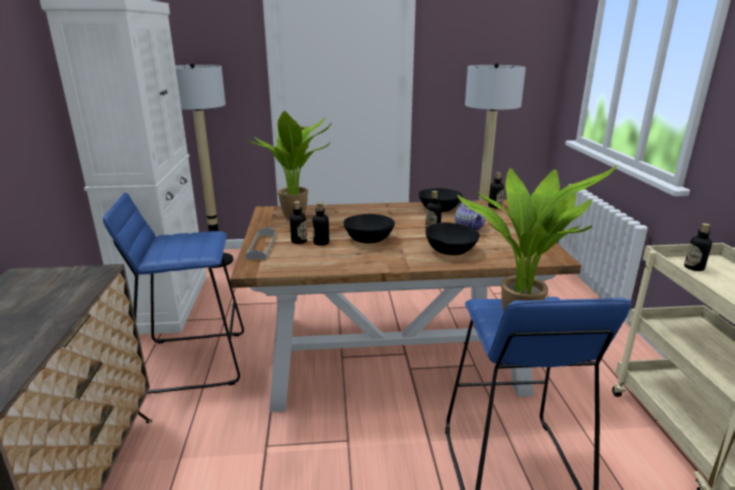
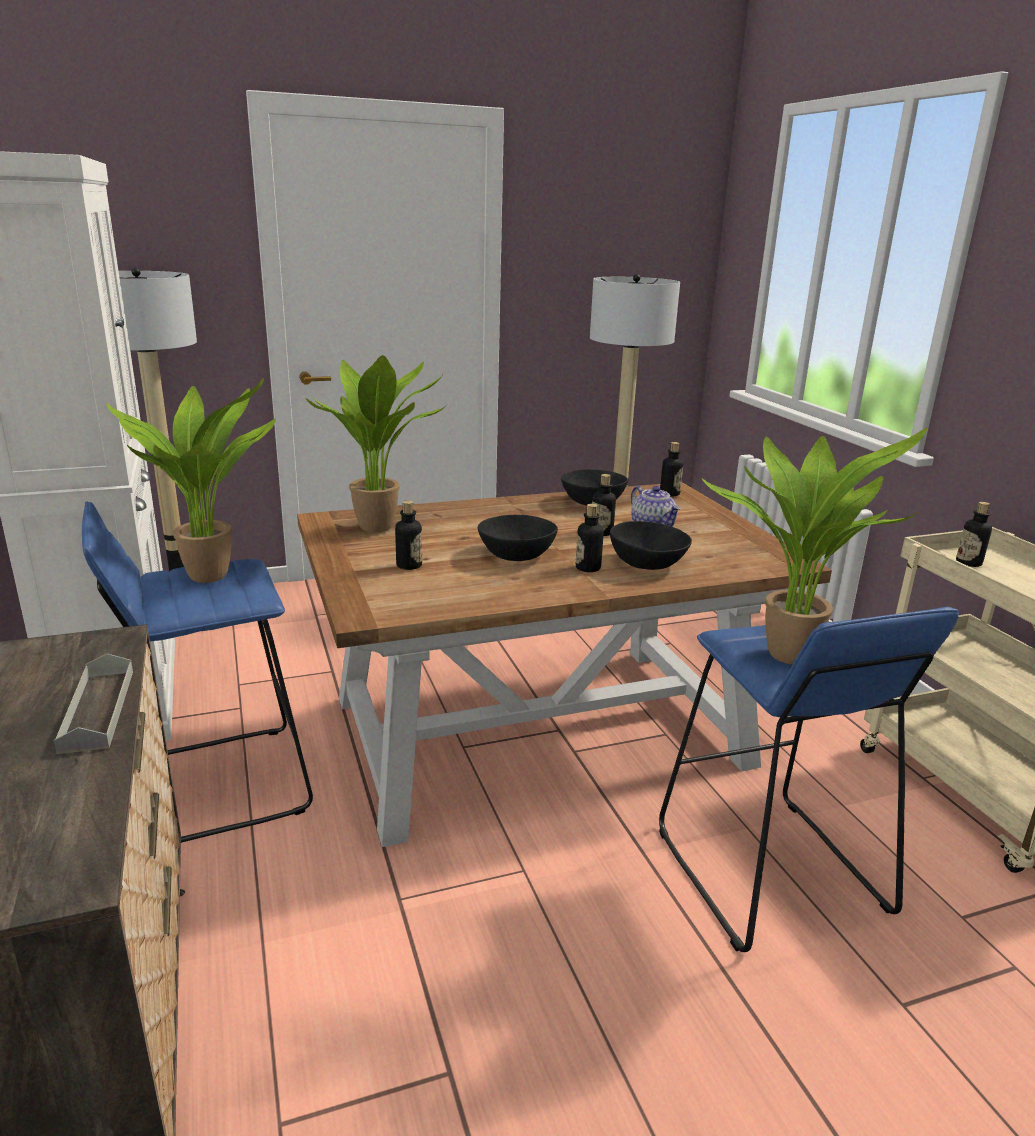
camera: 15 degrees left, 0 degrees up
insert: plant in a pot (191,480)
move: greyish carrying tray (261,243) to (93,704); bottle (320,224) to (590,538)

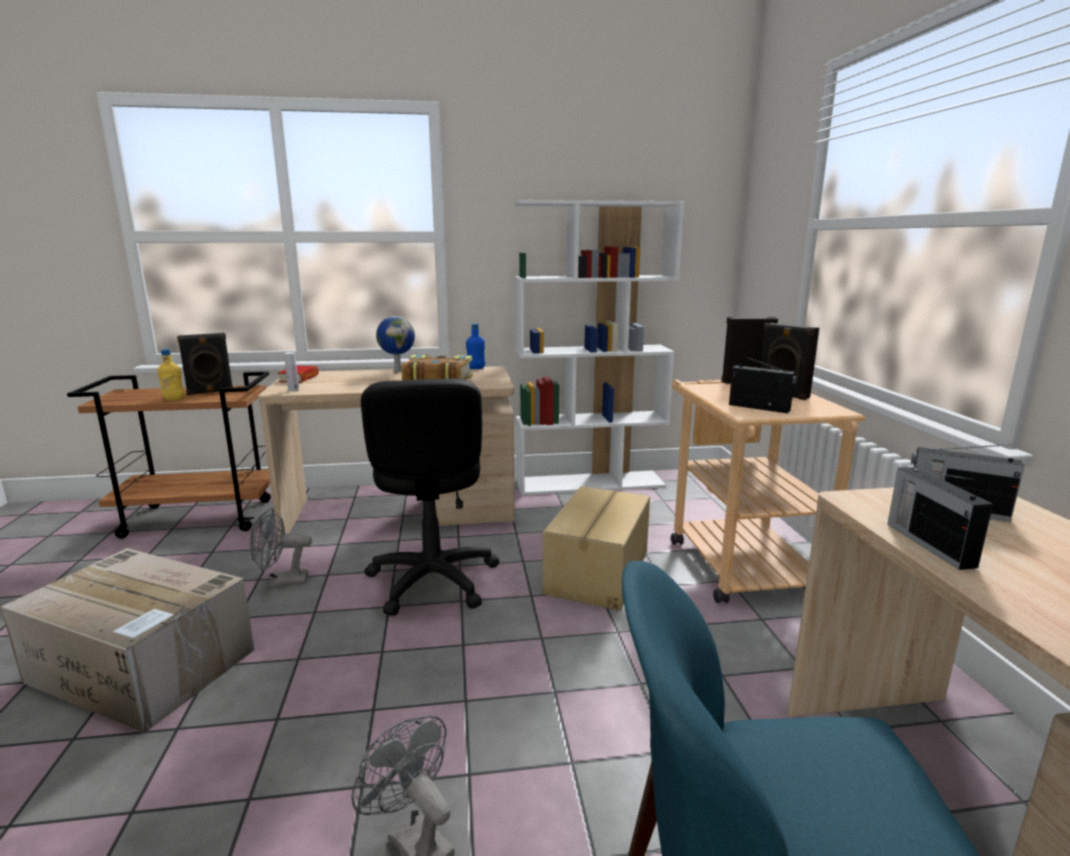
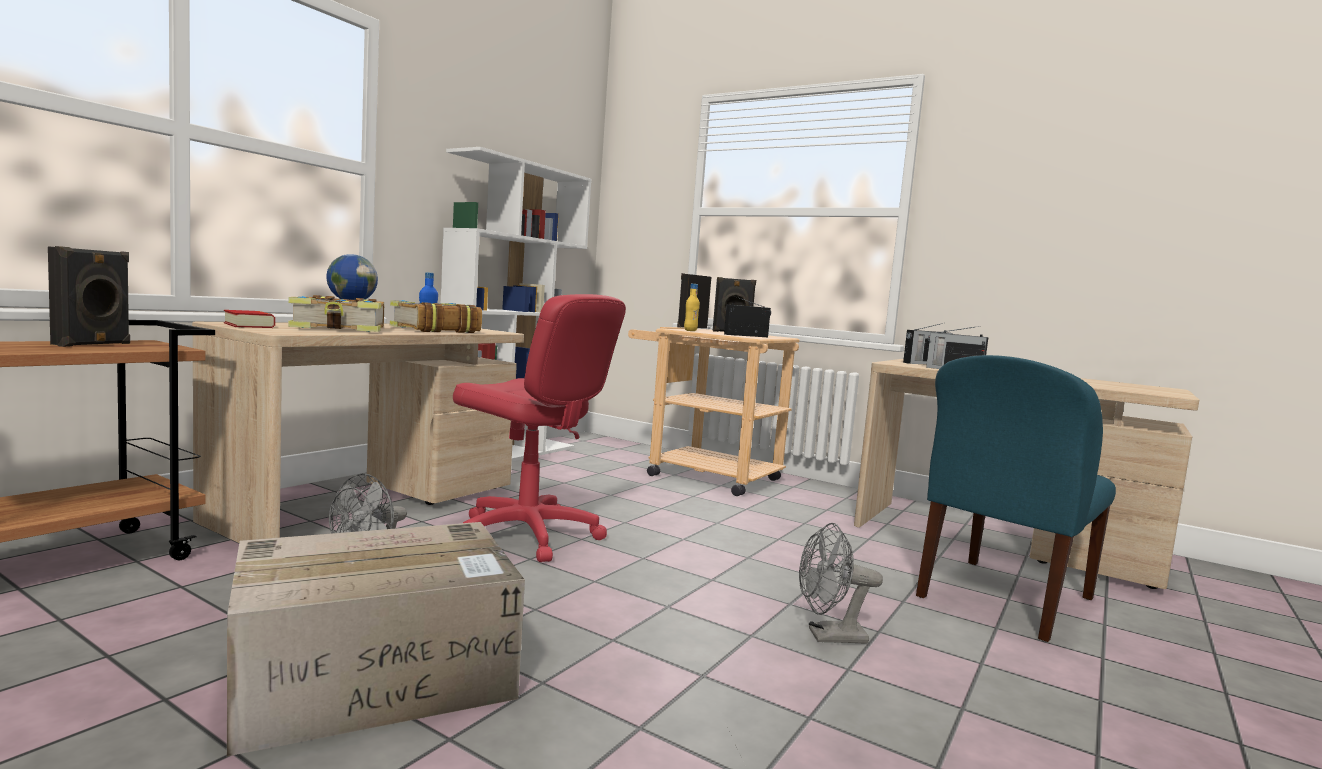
camera: 50 degrees left, 10 degrees down
delete: whitish bottle (291,371); cardboard box (596,548)
insert: volume (336,313)
move: yellowish bottle (171,374) to (692,307)
recolor: blackish office chair (430,497) to reddish office chair (539,428)

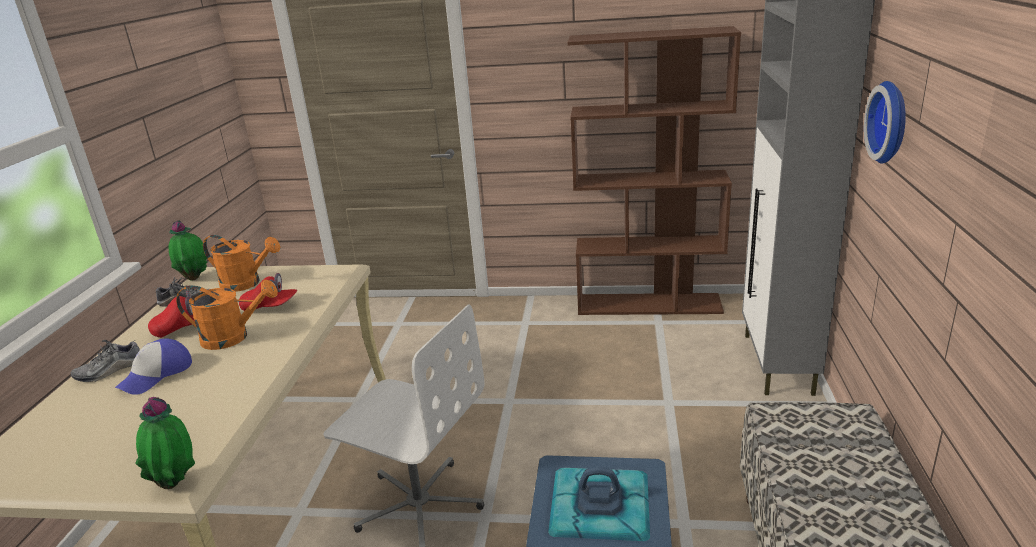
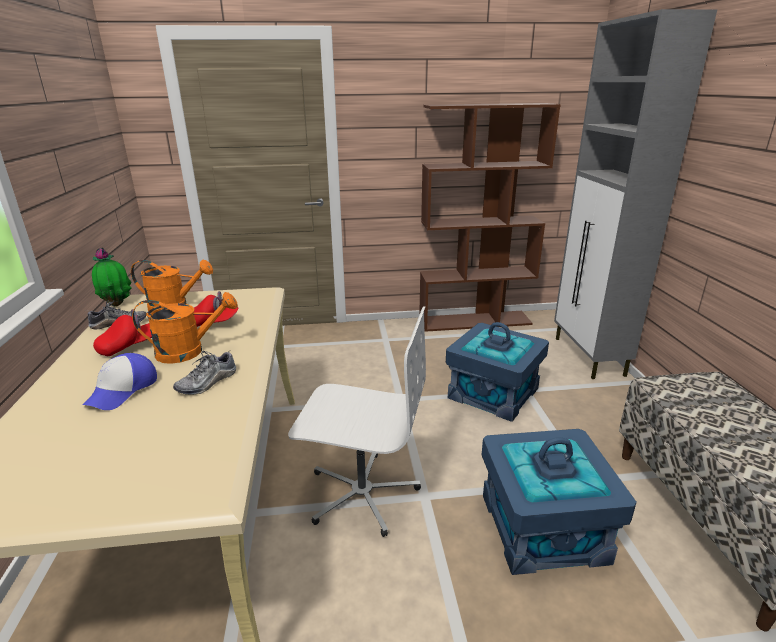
camera: 15 degrees left, 0 degrees up
delete: plant in a pot (165,443); hanging clock (885,122)
insert: blue storage box (497,372)
move: low shoe (105,361) to (204,373)

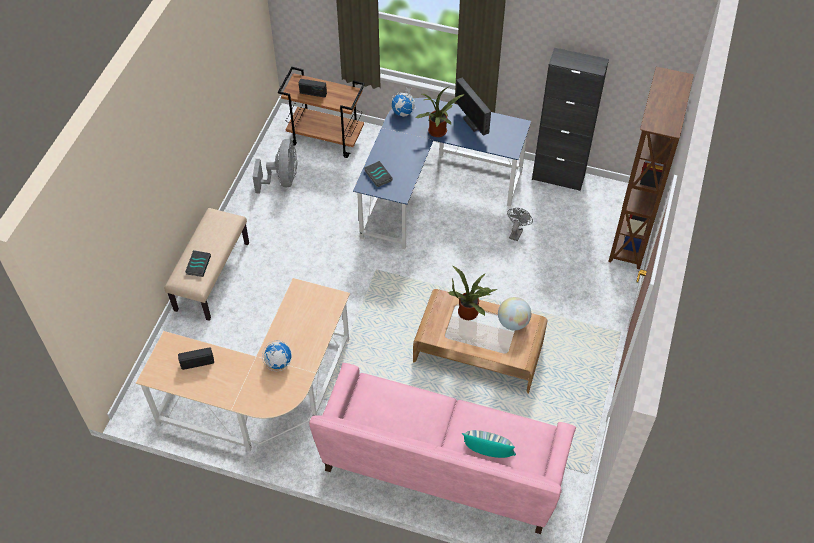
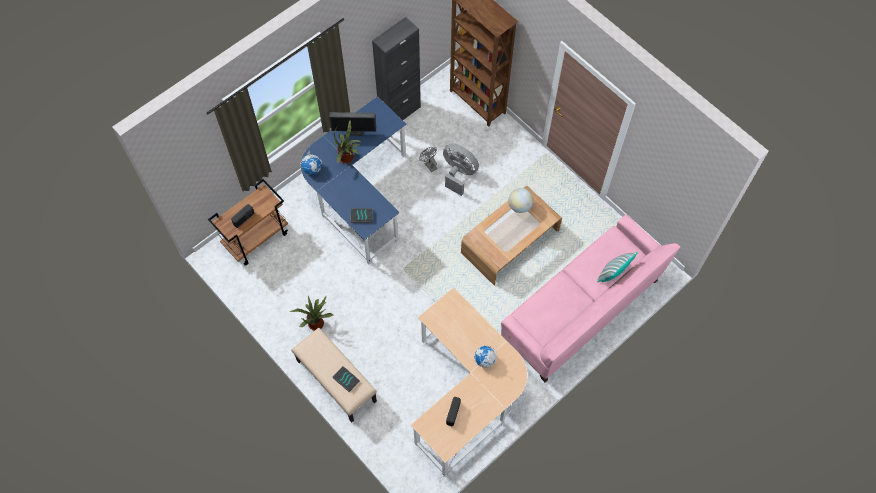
camera: 60 degrees left, 10 degrees up
move: plant in a pot (473,293) to (311,313); greyish fan (275,166) to (461,169)

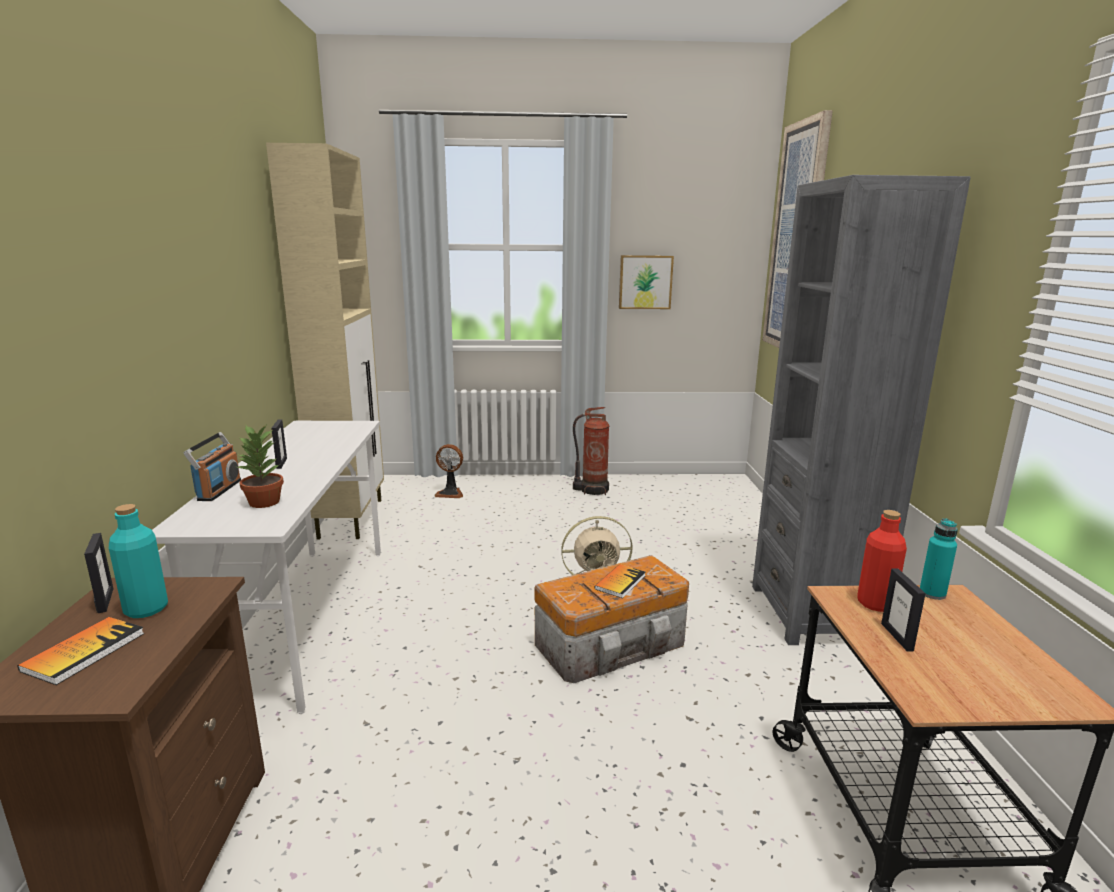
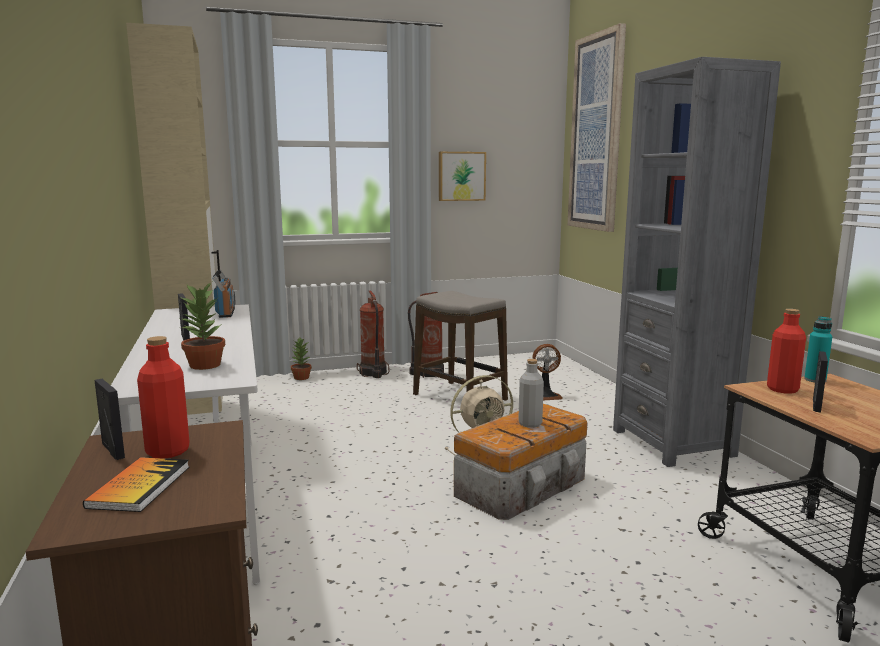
camera: 15 degrees left, 5 degrees down
insert: plant in a pot (301,359); extinguisher (373,334); sitting stool (460,346)
move: radio (212,466) to (223,294); fan (448,471) to (547,372)
replace: volume (620,581) to greyish bottle (531,393)
recolor: blue-green bottle (138,561) to reddish bottle (163,397)
rotate: photo frame (903,610) = (820,381) 135 degrees counterclockwise

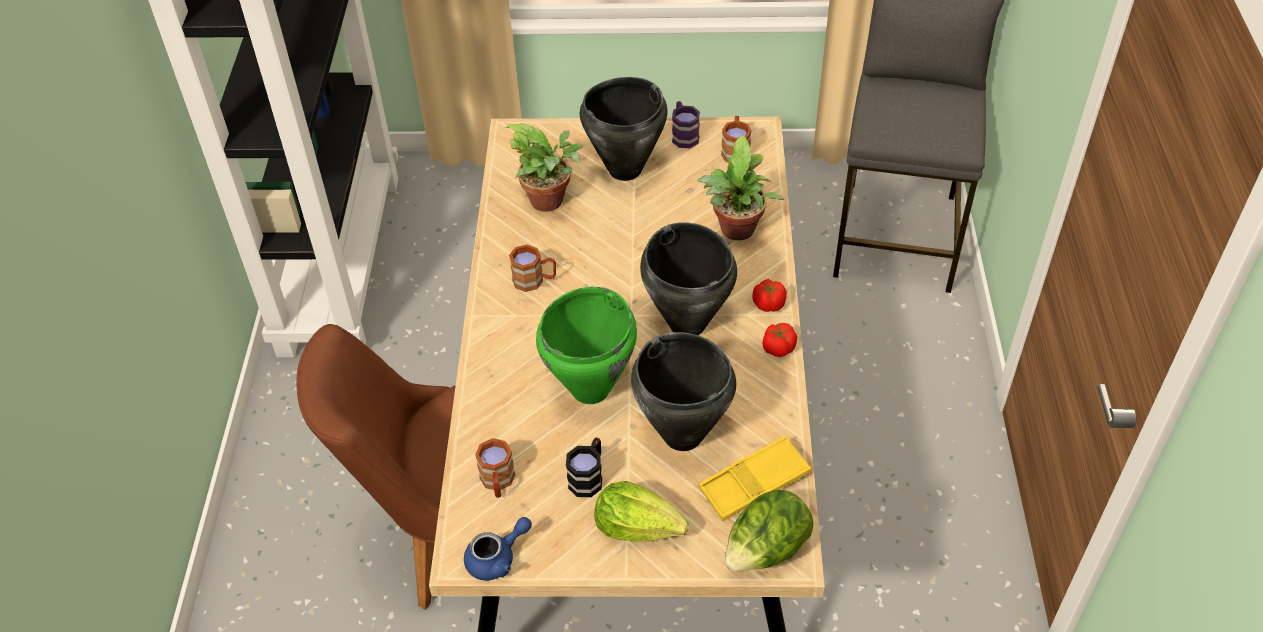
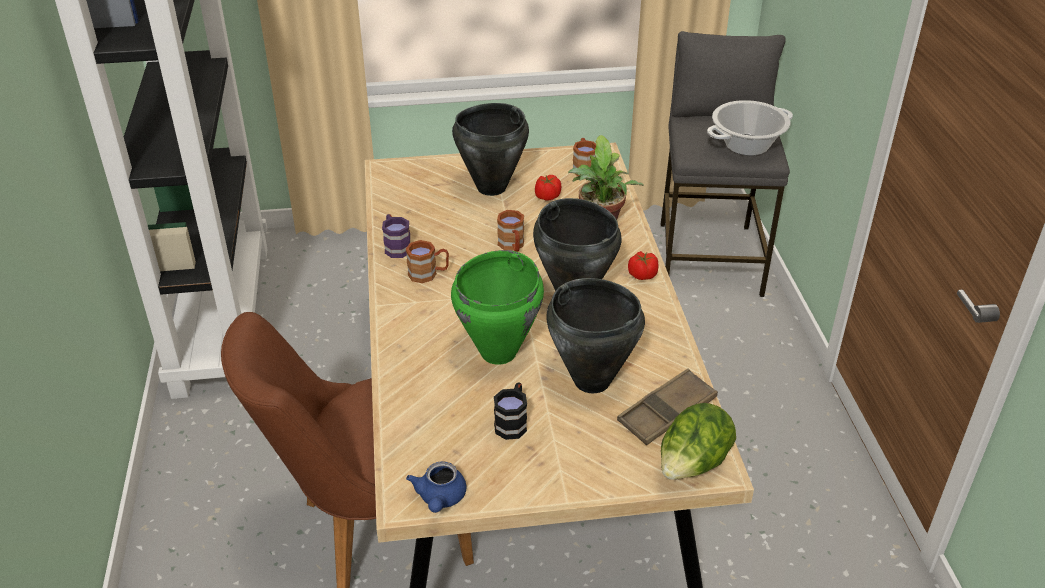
camera: 10 degrees left, 10 degrees down
delete: plant in a pot (543,167); lettuce (642,511)
insert: stockpot (750,127)
move: purplish tea mug (686,124) to (396,236); brown tea mug (495,468) to (510,231); whole tomato (780,340) to (548,188)
recolor: yellowish carrying tray (754,478) to brown carrying tray (667,407)
rotate: blue pot for tea (498,549) = (436,487) 135 degrees clockwise

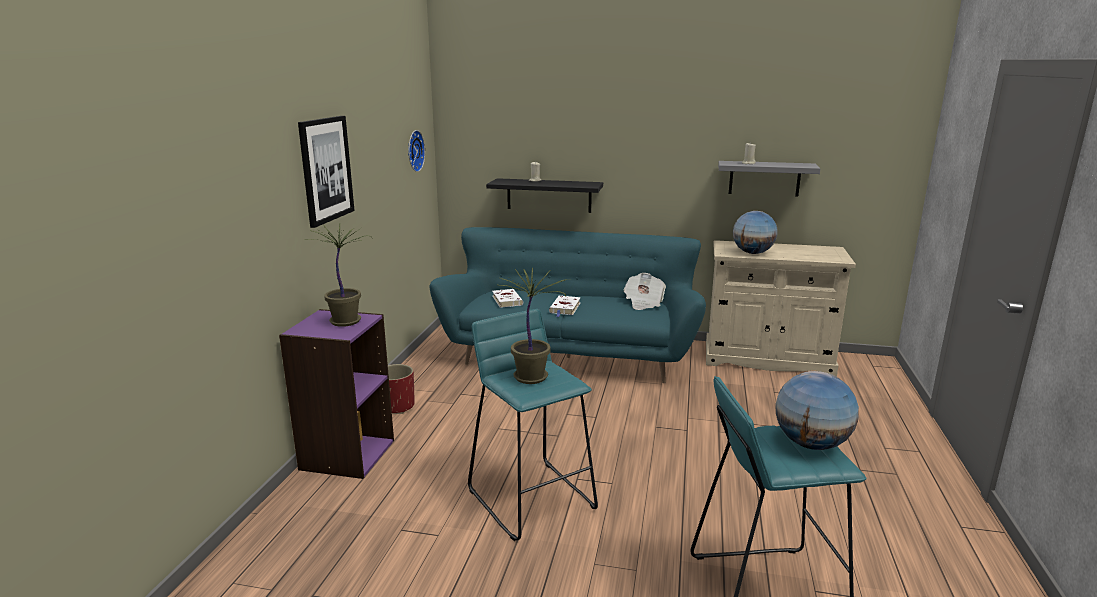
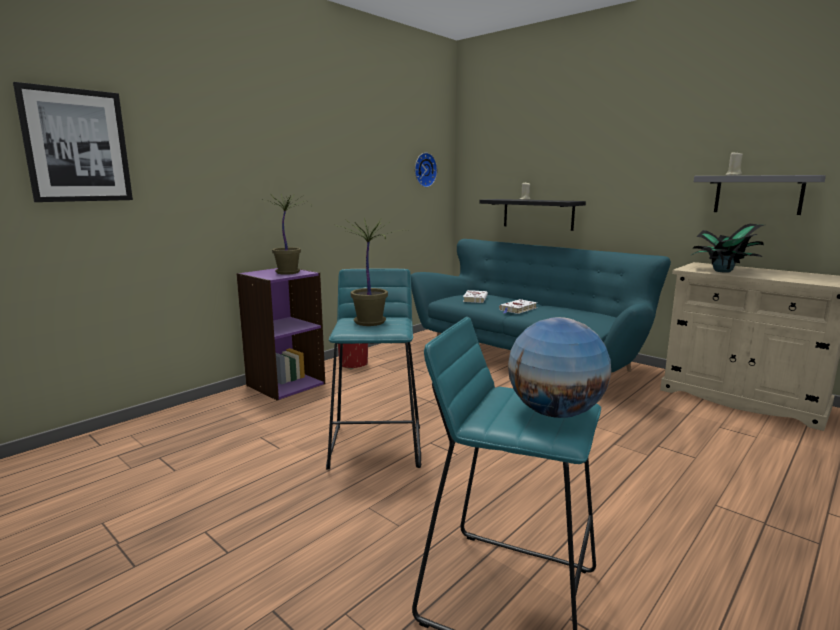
camera: 30 degrees right, 5 degrees down
delete: newspaper (644,291)
move: picture (326,172) to (73,142)
replace: globe (755,232) to plant in a pot (728,248)

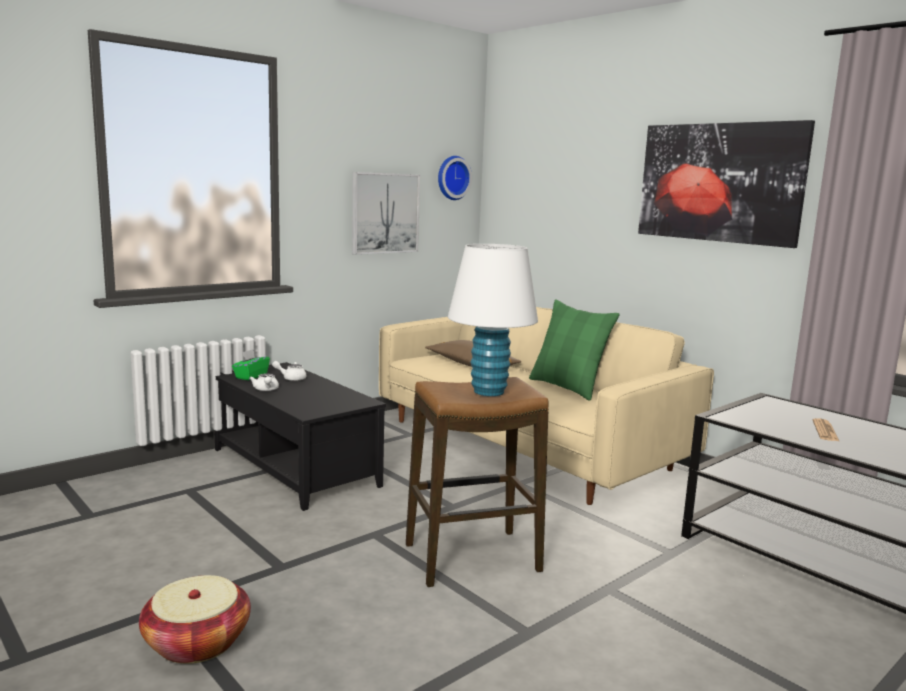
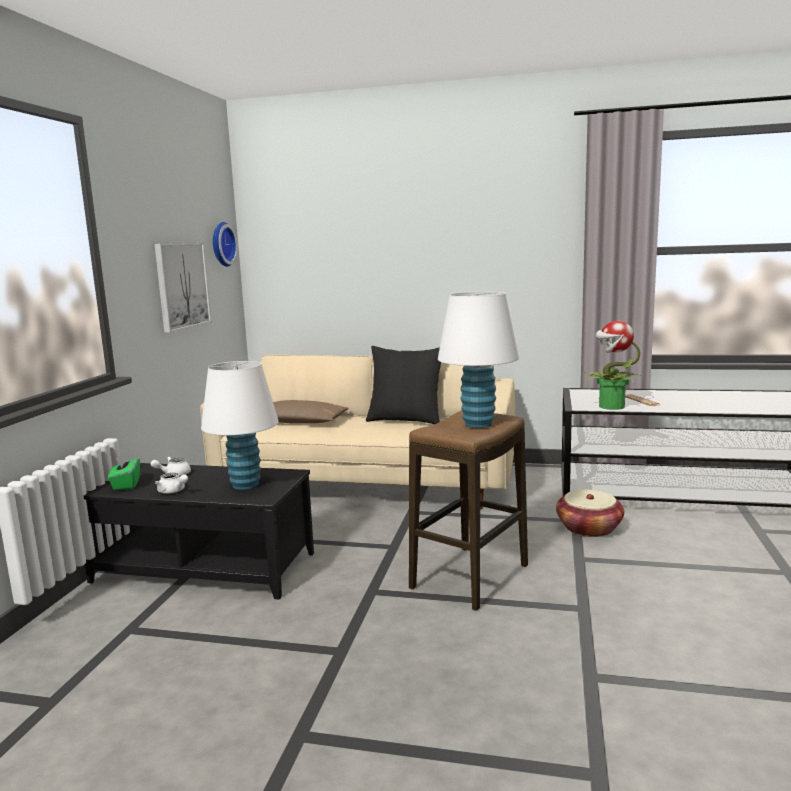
camera: 35 degrees left, 0 degrees up
delete: picture (726,184)
insert: whitish tabletop lamp (240,425); plant in a pot (613,365)
move: storage basket (195,619) to (590,513)
recolor: green-coloured pillow (574,350) to blackish pillow (403,385)

